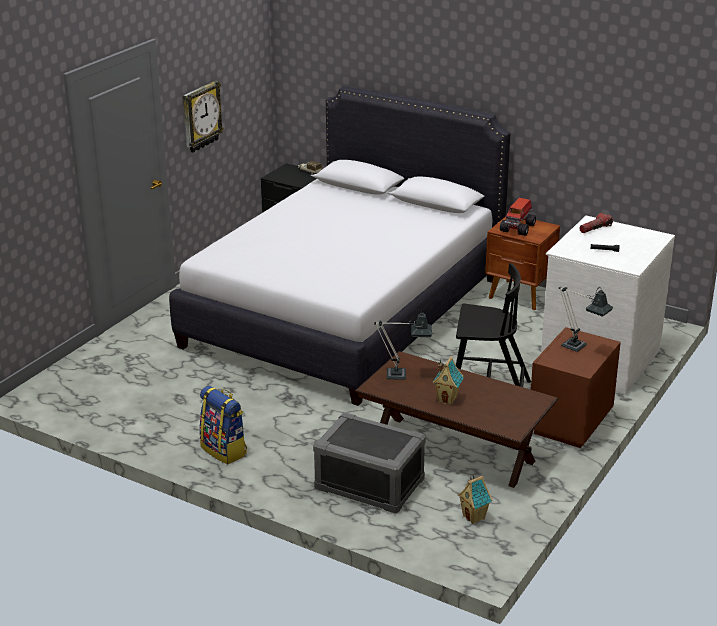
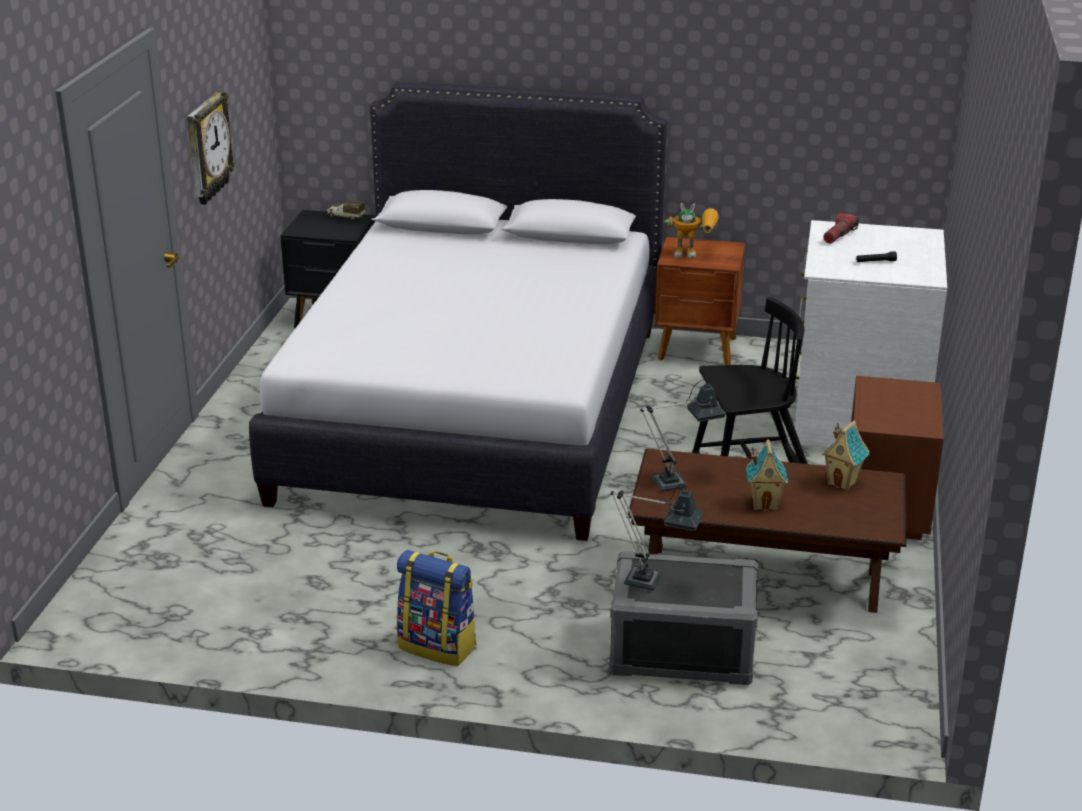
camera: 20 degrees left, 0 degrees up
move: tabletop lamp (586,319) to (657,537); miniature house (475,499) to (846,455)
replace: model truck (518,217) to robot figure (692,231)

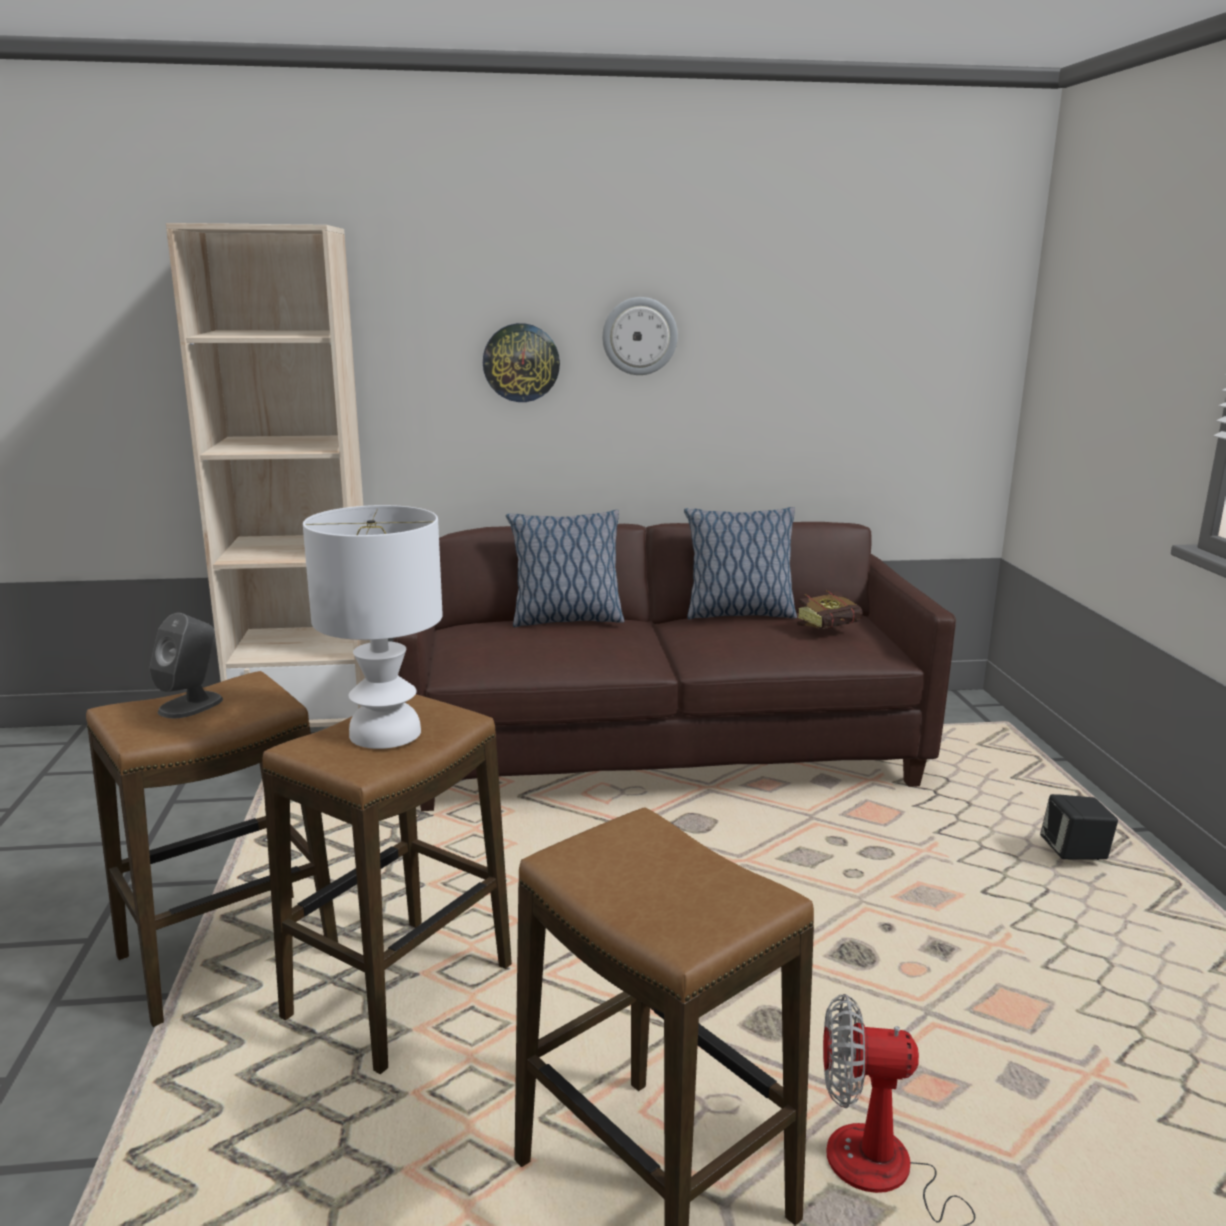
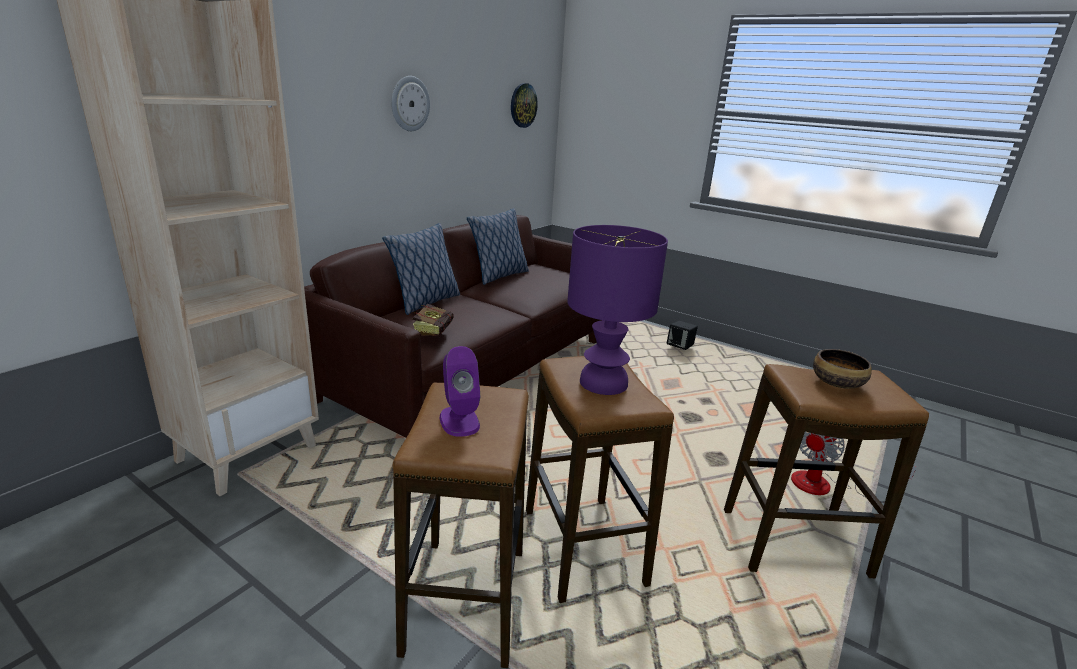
camera: 50 degrees left, 5 degrees up
insert: bowl (842,369)
move: volume (830,609) to (433,320); hanging clock (521,362) to (524,105)
recolor: greyish audio speaker (186,665) to purplish audio speaker (460,391); whitish tabletop lamp (373,627) to purplish tabletop lamp (617,310)

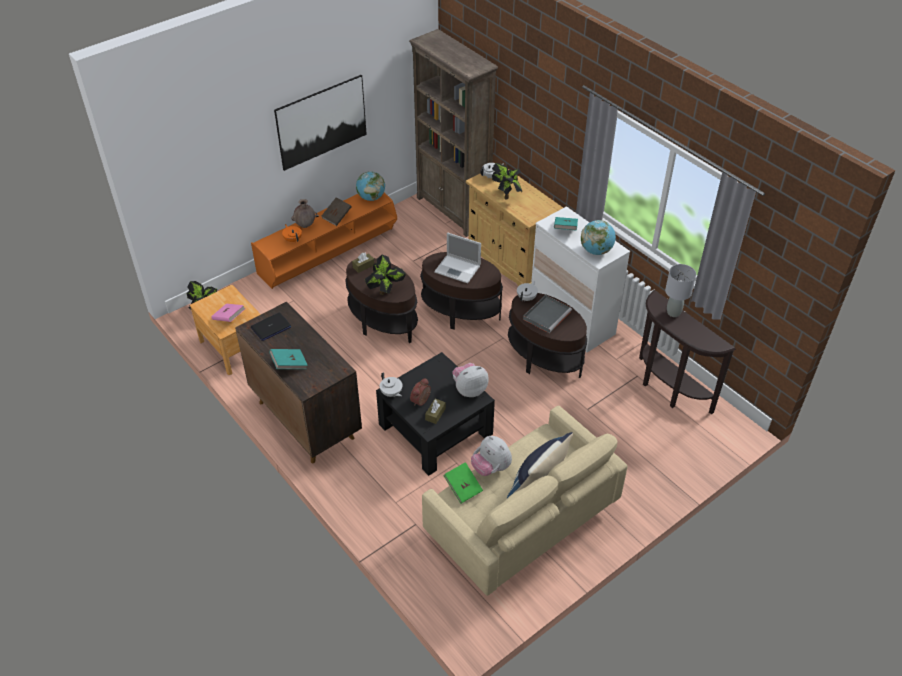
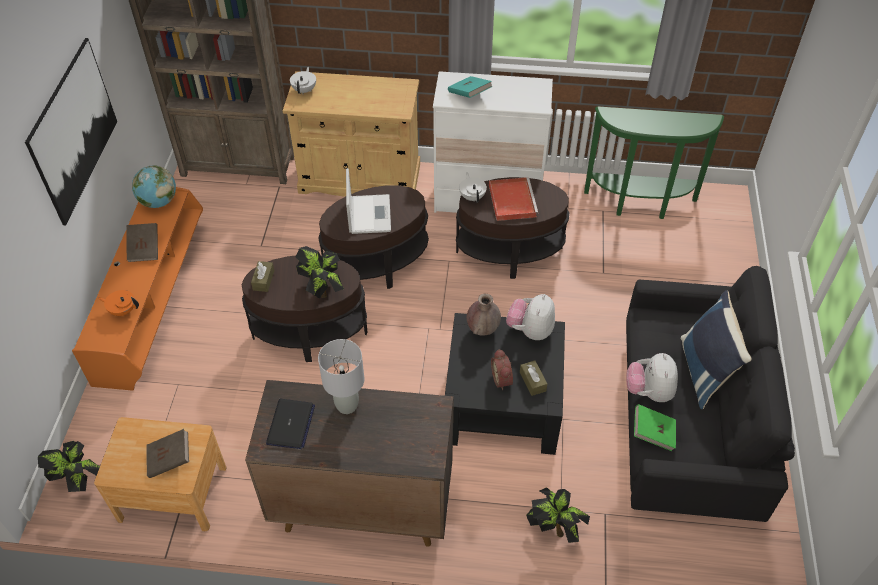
camera: 45 degrees left, 5 degrees up
delete: blue-green volume (288,359); whitish pot for tea (391,384); globe (598,237)
move: greyish tabletop lamp (680,290) to (341,376); brown decorative vase (304,213) to (484,315); plant in a pot (507,181) to (558,515)
recolor: pinkish volume (228,312) to brown volume (168,453); greyish carrying tray (547,314) to reddish carrying tray (513,199); brown hall table (687,352) to green-coloured hall table (654,162); beige-coloured settee (525,501) to blackish settee (710,394)
rotate: portable computer (457,257) = (368,201) 75 degrees counterclockwise; plush toy (491,456) = (652,377) 90 degrees clockwise

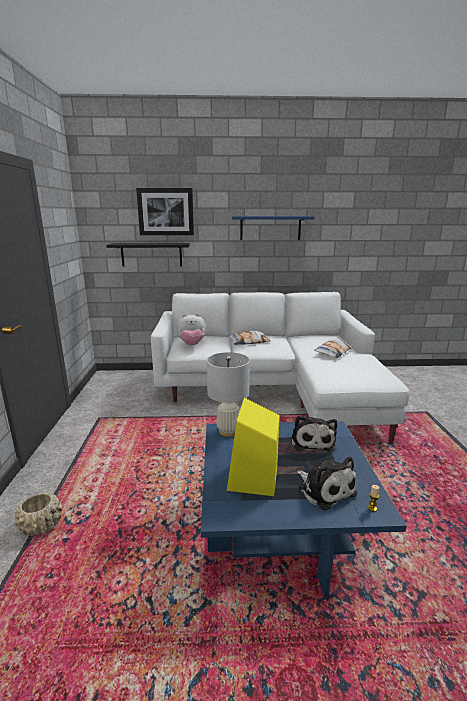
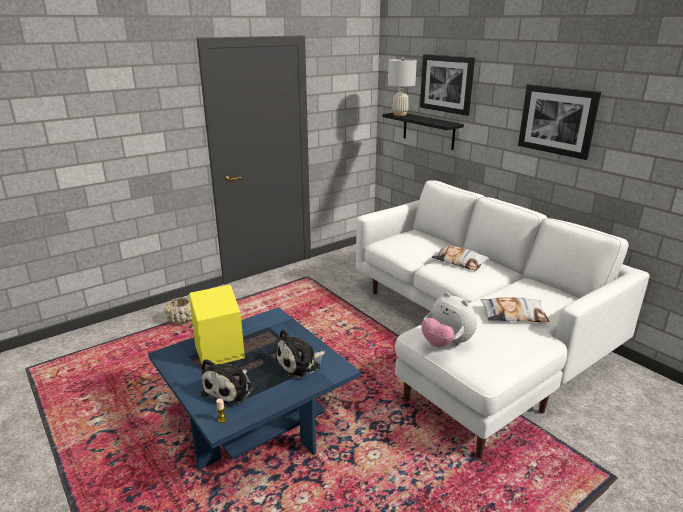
camera: 55 degrees right, 5 degrees up
move: whitish tabletop lamp (228,394) to (402,86); plush toy (191,330) to (449,319)
replace: blue bracket shelf (273,228) to picture (559,122)

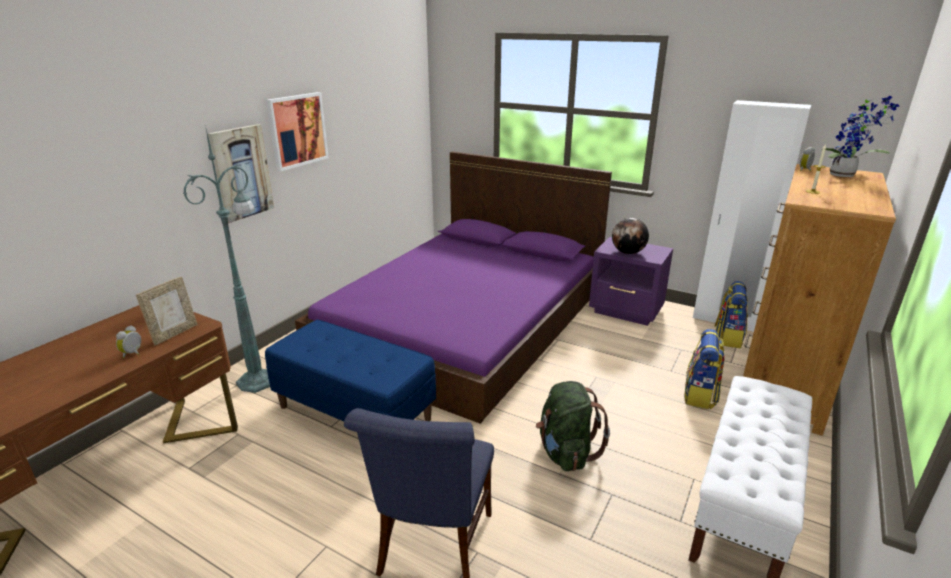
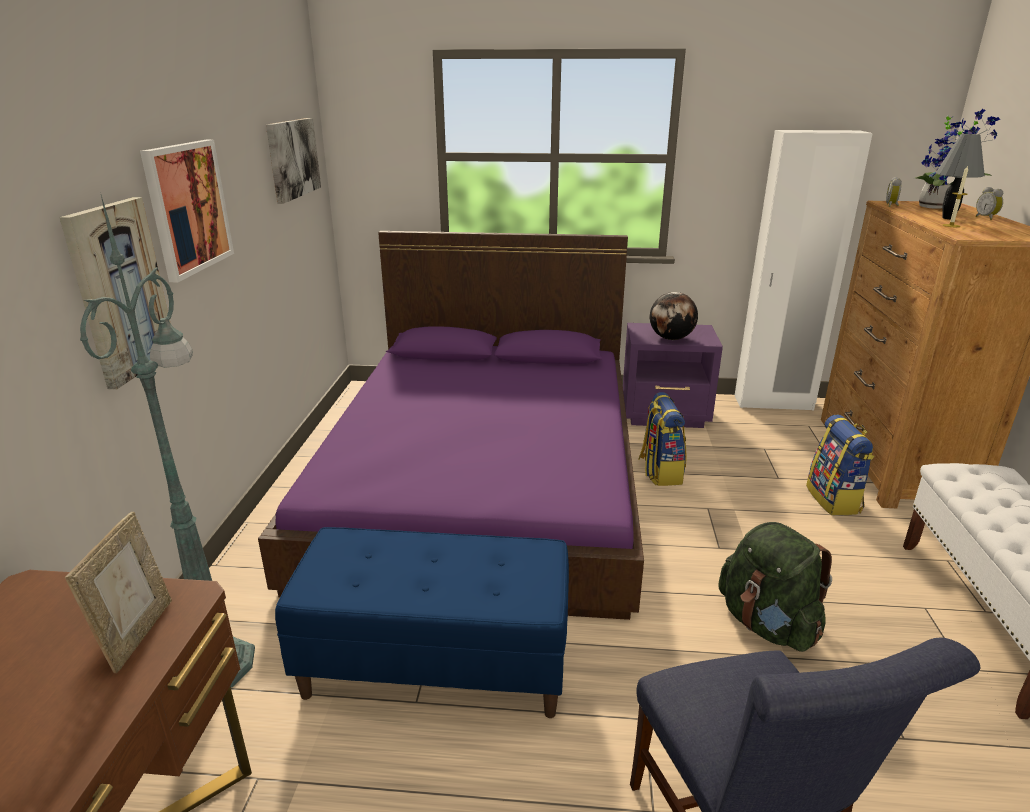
camera: 25 degrees left, 0 degrees up
insert: picture (293,161); greyish tabletop lamp (960,176)
move: knapsack (731,314) to (662,439); table clock (128,341) to (989,203)

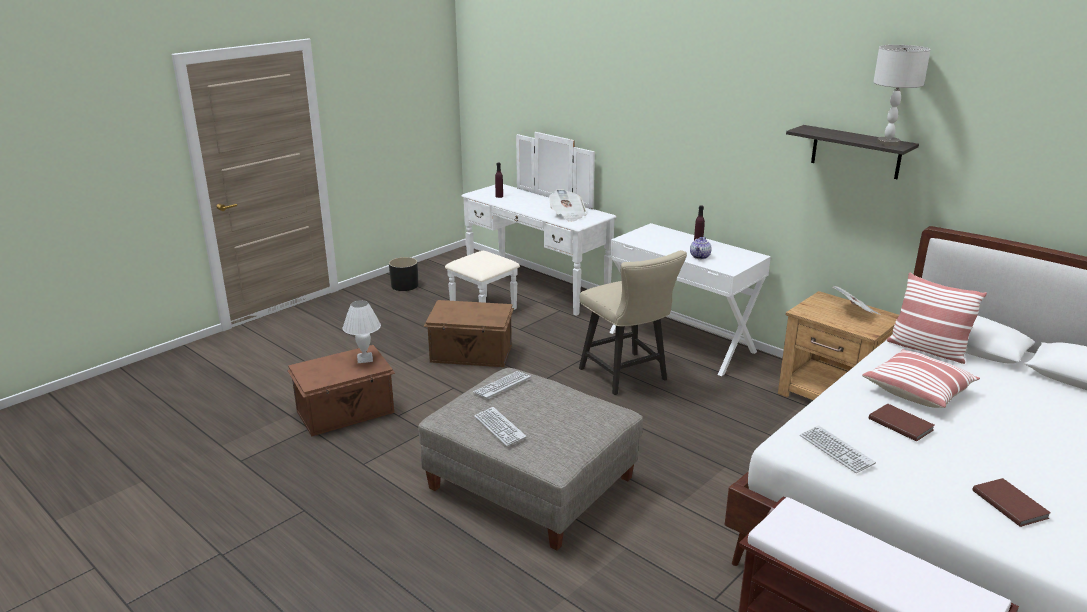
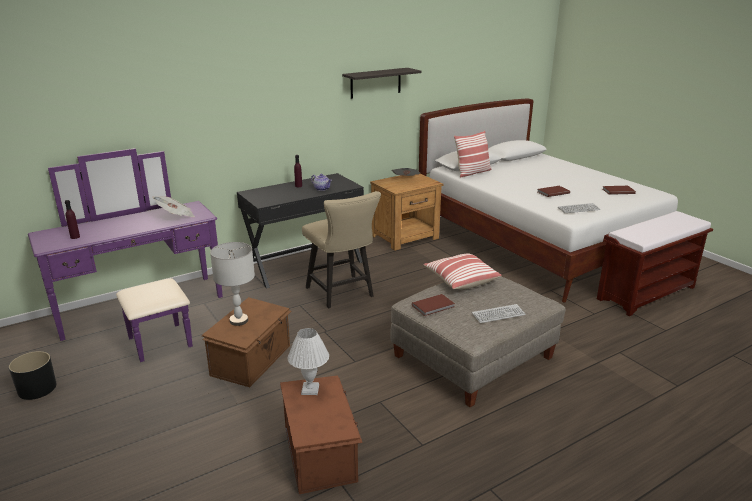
camera: 75 degrees left, 0 degrees up
move: greyish tabletop lamp (902,95) to (232,284); pillow (921,378) to (463,271)
replace: PC keyboard (502,385) to brown volume (433,305)
recolor: whitish dresser (531,224) to purplish dresser (125,255); whitish desk (690,299) to blackish desk (300,230)
rotate: beige-coloured chair (633,322) = (341,249) 75 degrees clockwise

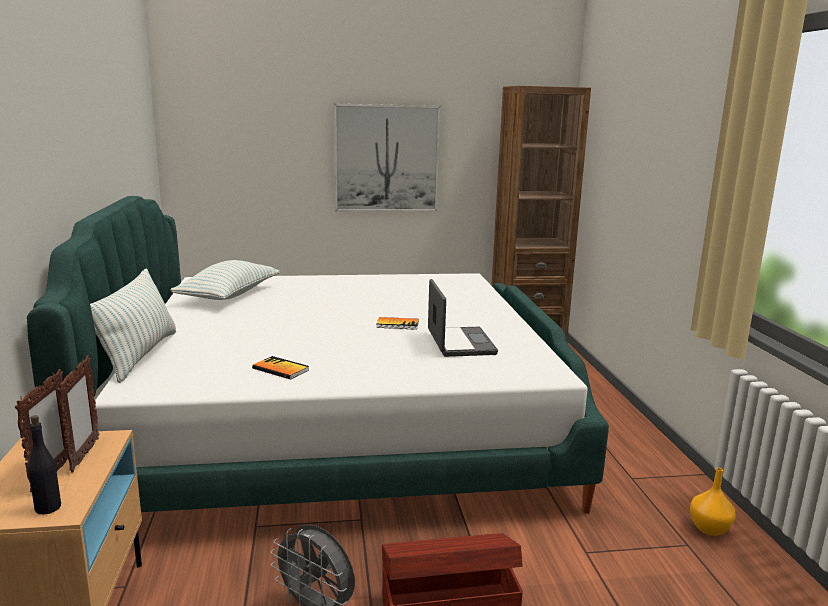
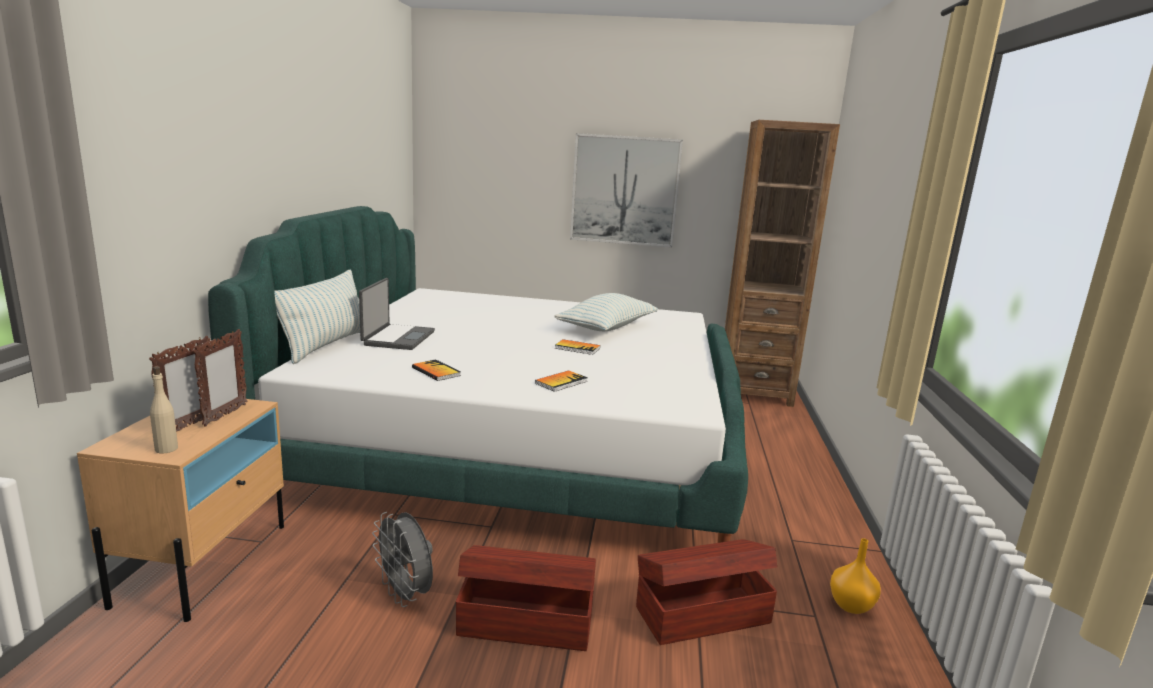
camera: 15 degrees right, 0 degrees up
insert: volume (561,381); brown storage box (706,592)
move: portable computer (463,318) to (397,314); pillow (225,280) to (606,312)
recolor: blackish bottle (44,464) to beige-coloured bottle (164,410)

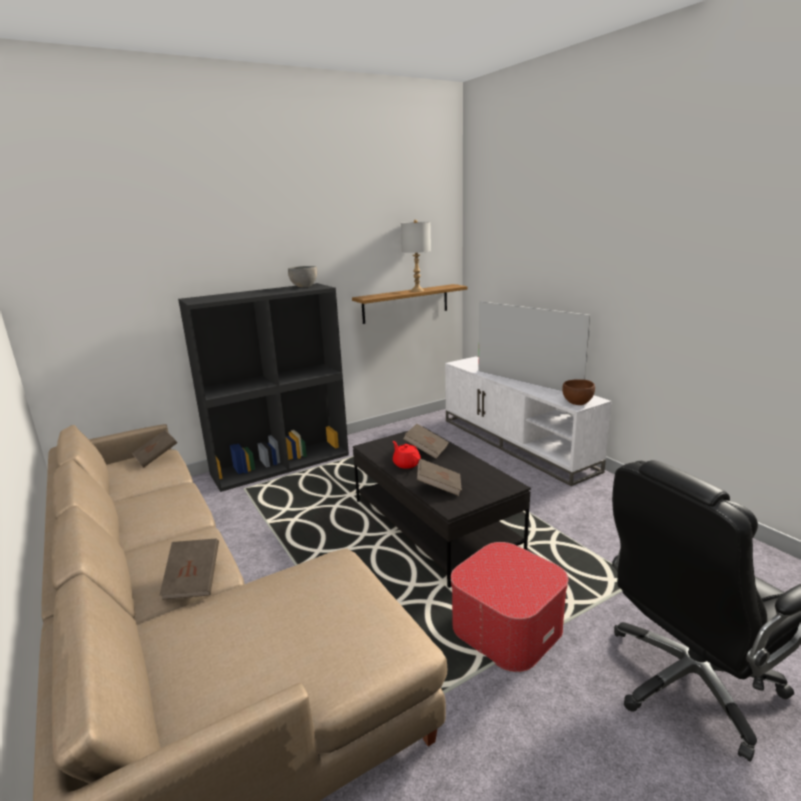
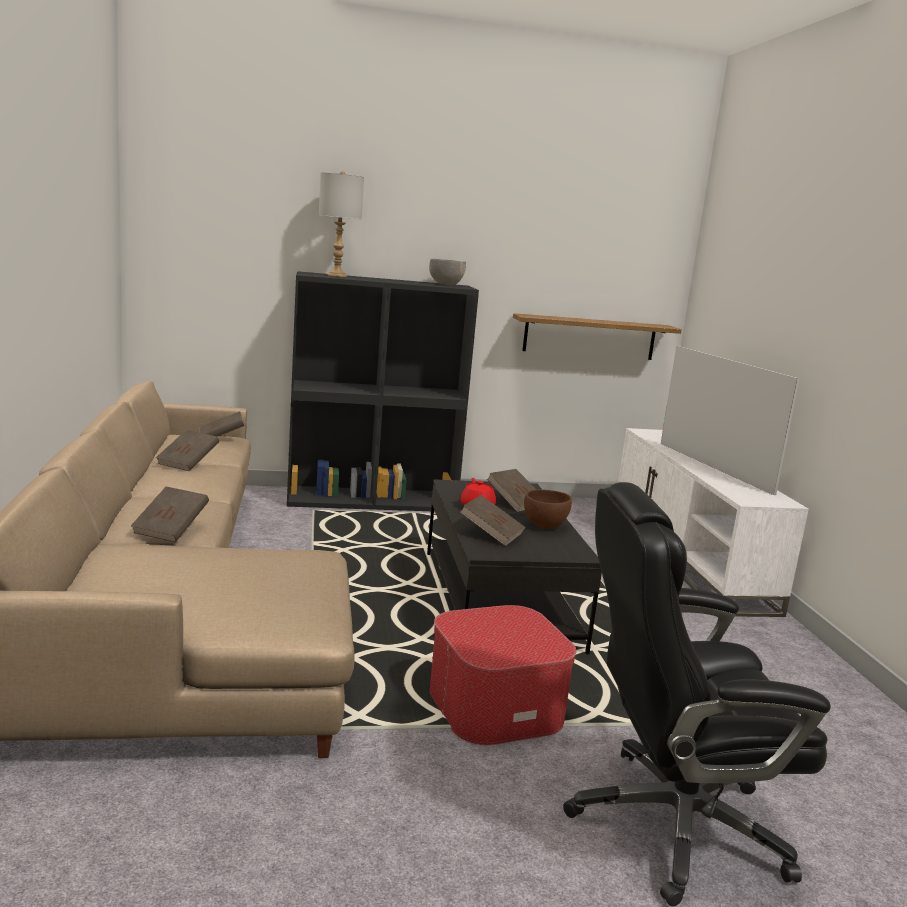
camera: 20 degrees right, 5 degrees down
insert: brown volume (187,450)
move: greyish tabletop lamp (416,256) to (341,224); brown bowl (578,392) to (548,509)

